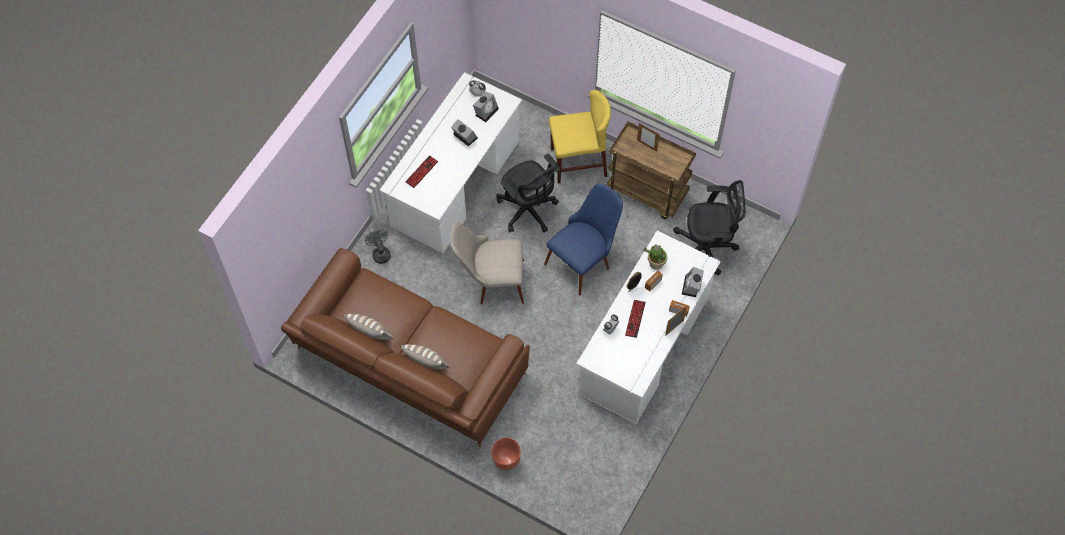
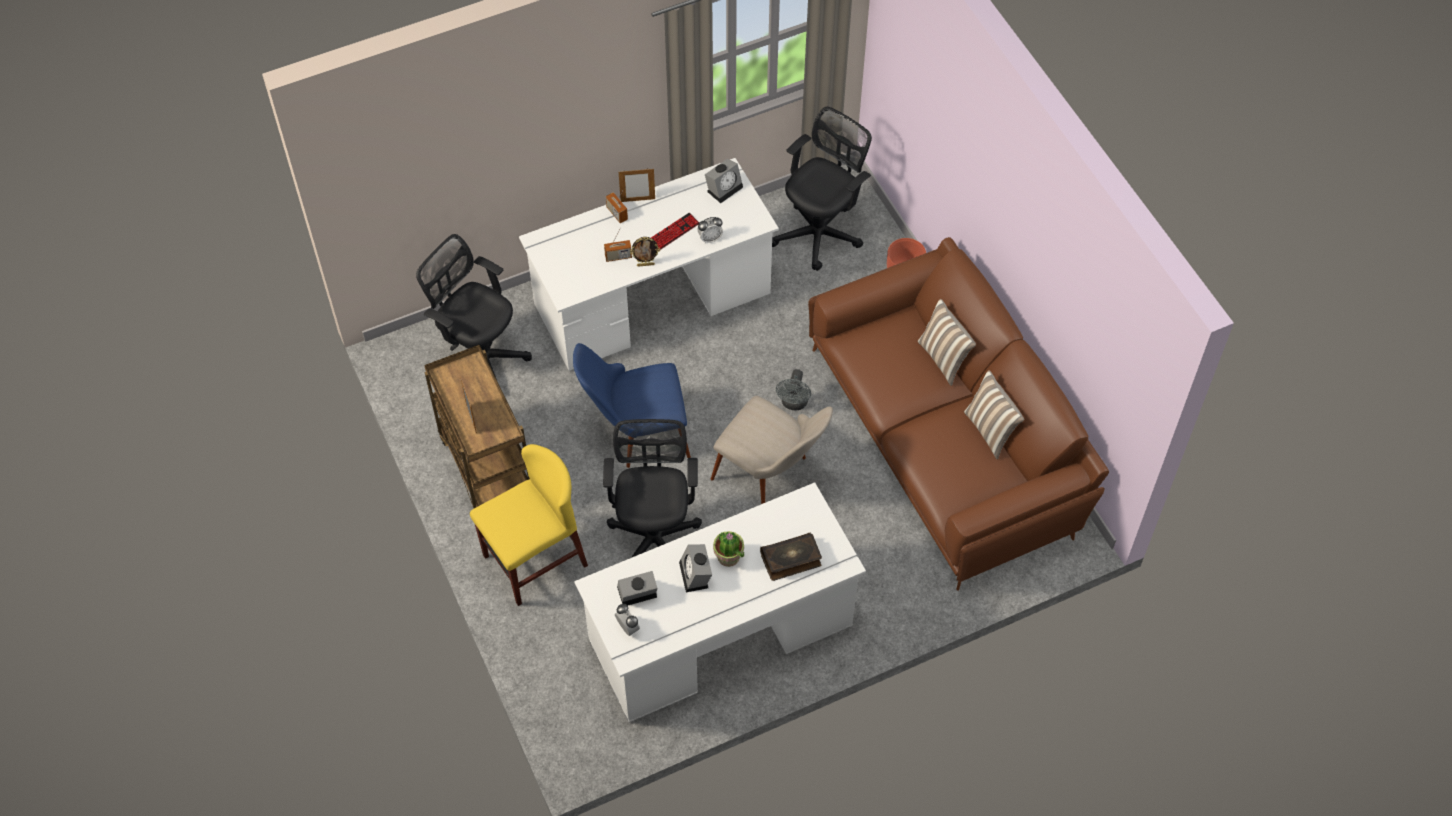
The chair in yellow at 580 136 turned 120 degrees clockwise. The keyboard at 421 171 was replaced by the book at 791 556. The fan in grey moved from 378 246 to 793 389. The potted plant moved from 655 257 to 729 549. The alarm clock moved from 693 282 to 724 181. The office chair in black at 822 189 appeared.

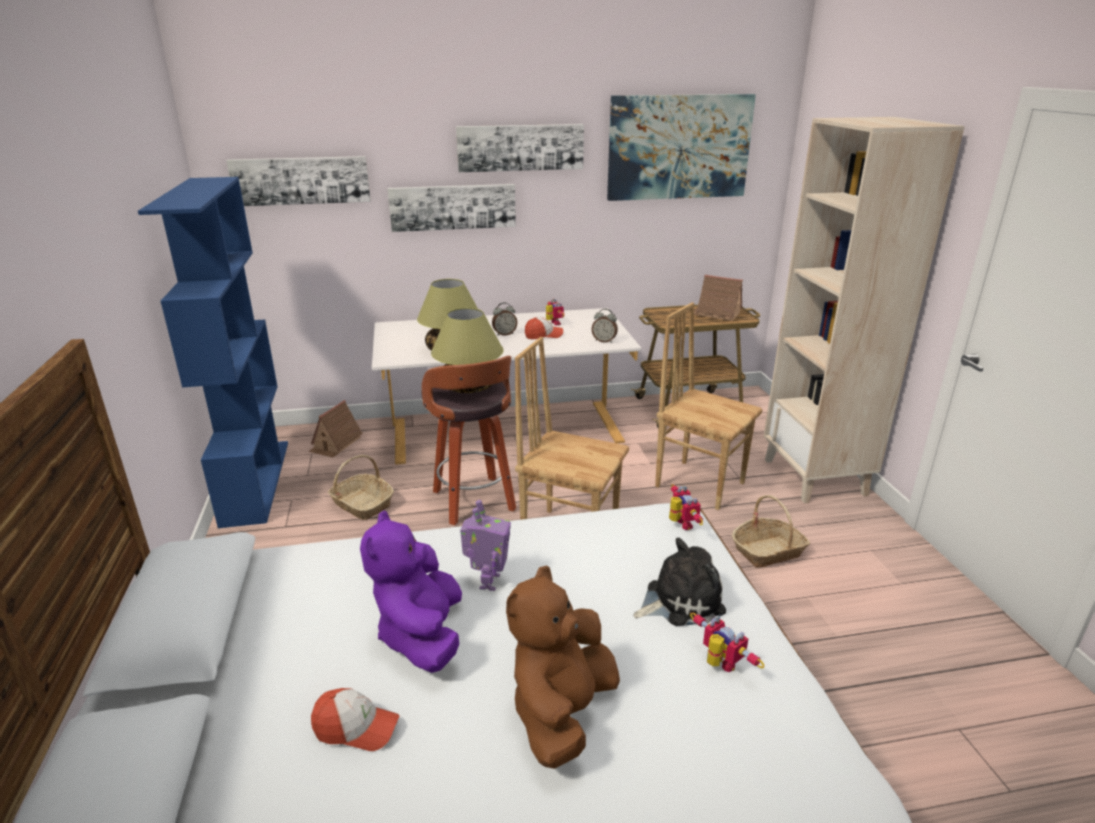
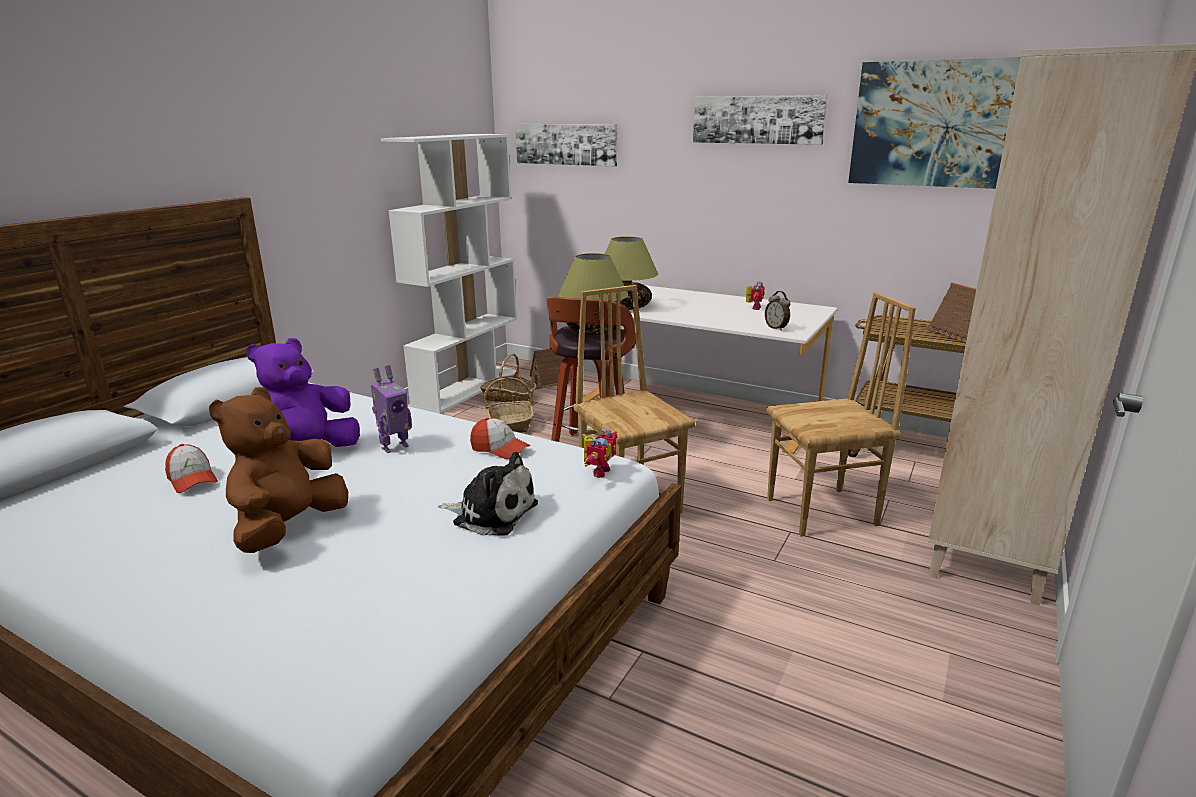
The bookcase in blue at 213 352 became the bookcase in white at 450 274. The picture at 452 208 disappeared. The alarm clock at 504 319 disappeared. The chair in brown at 709 406 turned 90 degrees clockwise. The cap moved from 544 328 to 500 438. The basket moved from 771 531 to 508 377. The plush toy in brown at 563 667 turned 45 degrees counterclockwise. The toy robot at 727 642 disappeared.

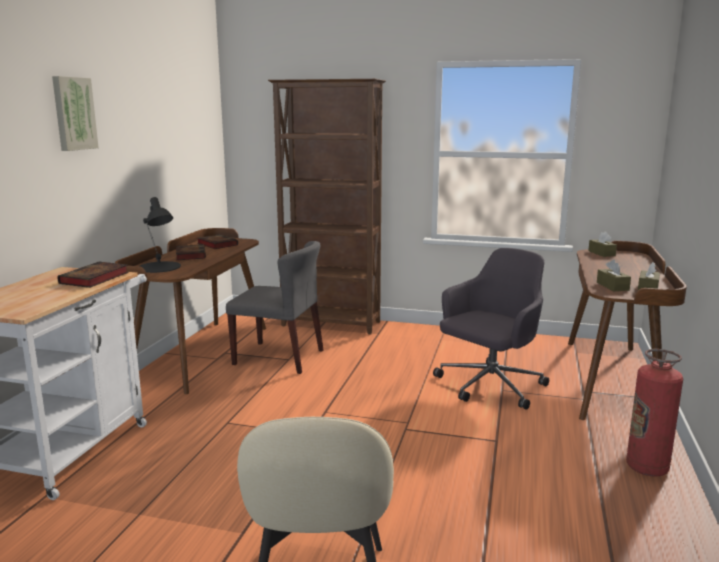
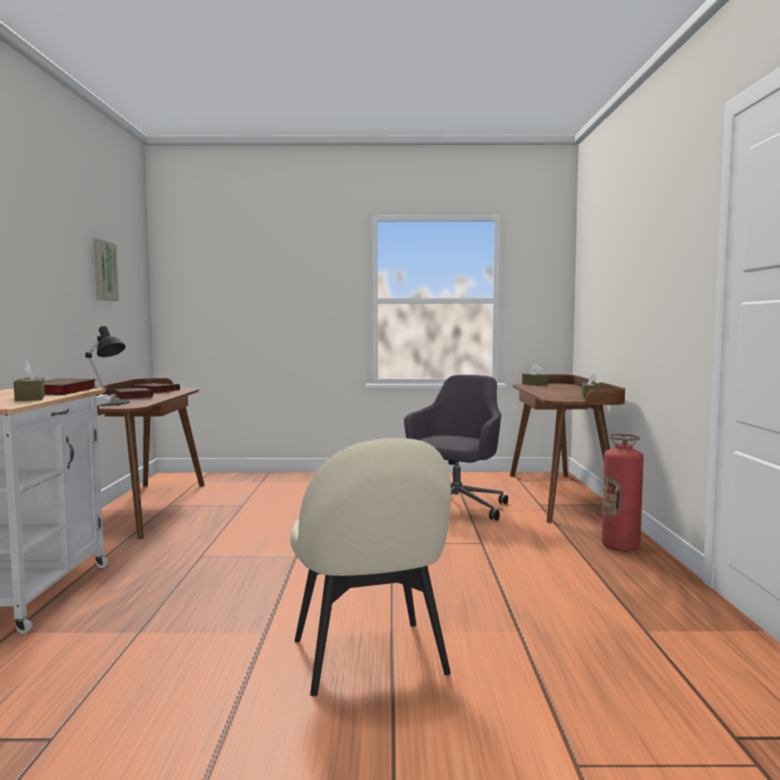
The picture moved from 75 113 to 106 270. The bookcase in brown at 327 207 disappeared. The chair in grey at 275 307 disappeared. The tissue box in brown moved from 614 275 to 29 381.

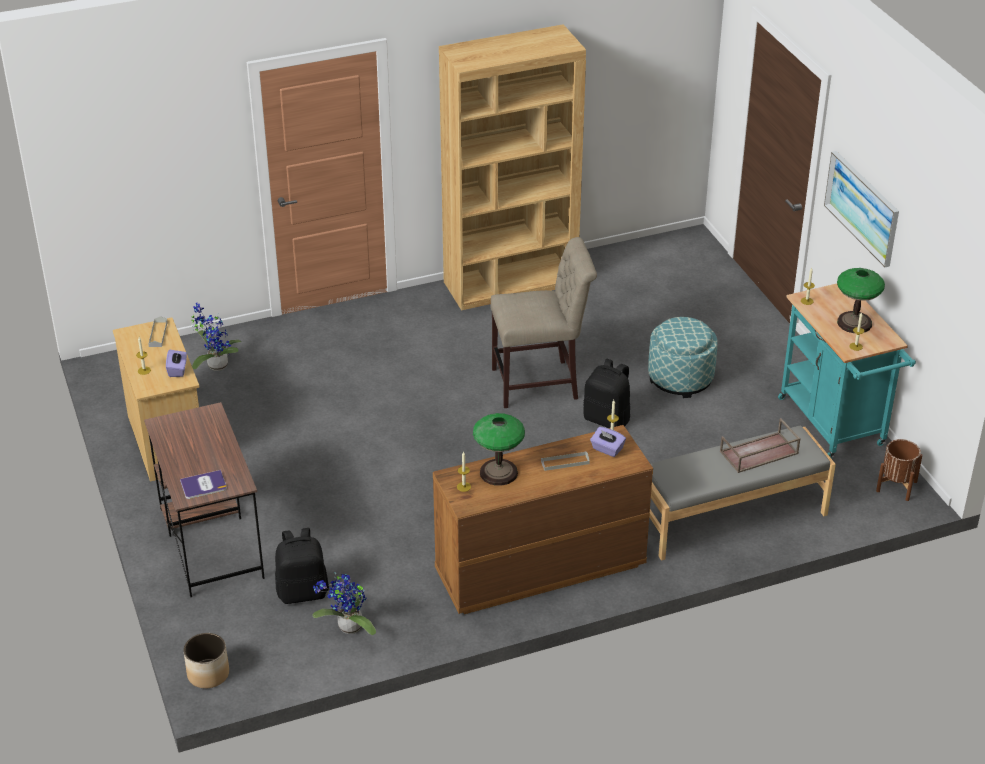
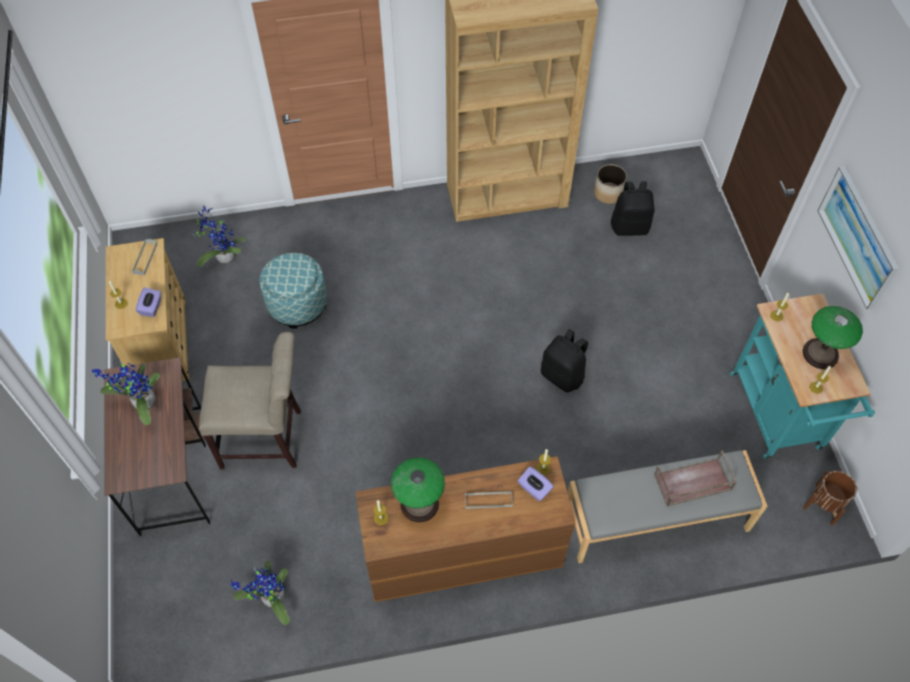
The chair in beige moved from 543 322 to 250 400. The ottoman moved from 683 357 to 293 291. The book at 203 484 disappeared. The backpack in black moved from 302 566 to 633 208. The planter moved from 206 660 to 610 184. The potted plant at 125 392 appeared.

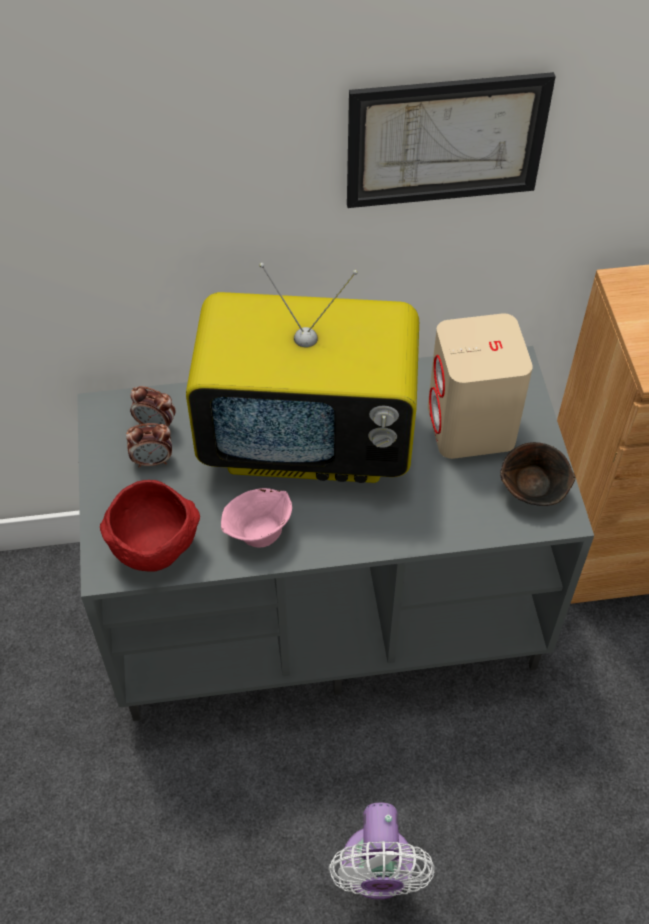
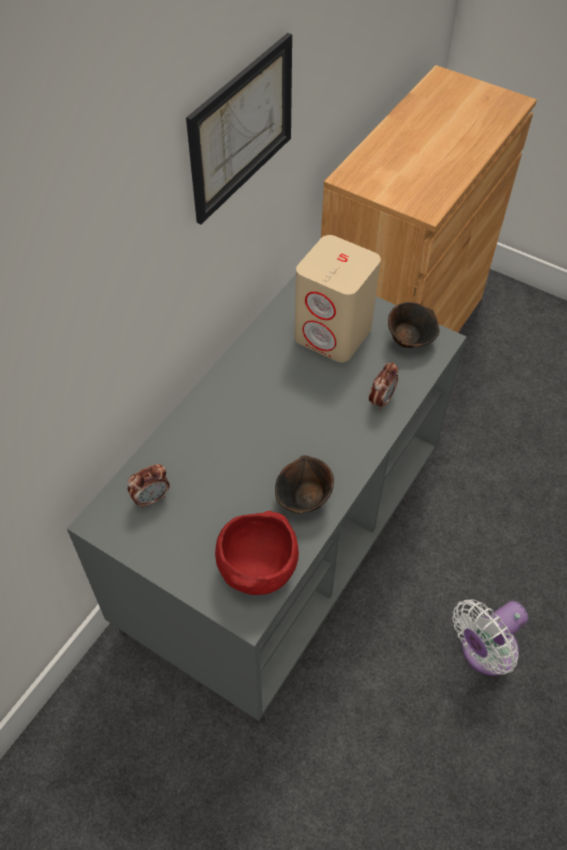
The television at 302 373 disappeared. The alarm clock moved from 149 445 to 383 386. The bowl in pink at 256 518 became the bowl in brown at 304 484. The fan in white at 382 851 turned 105 degrees clockwise.

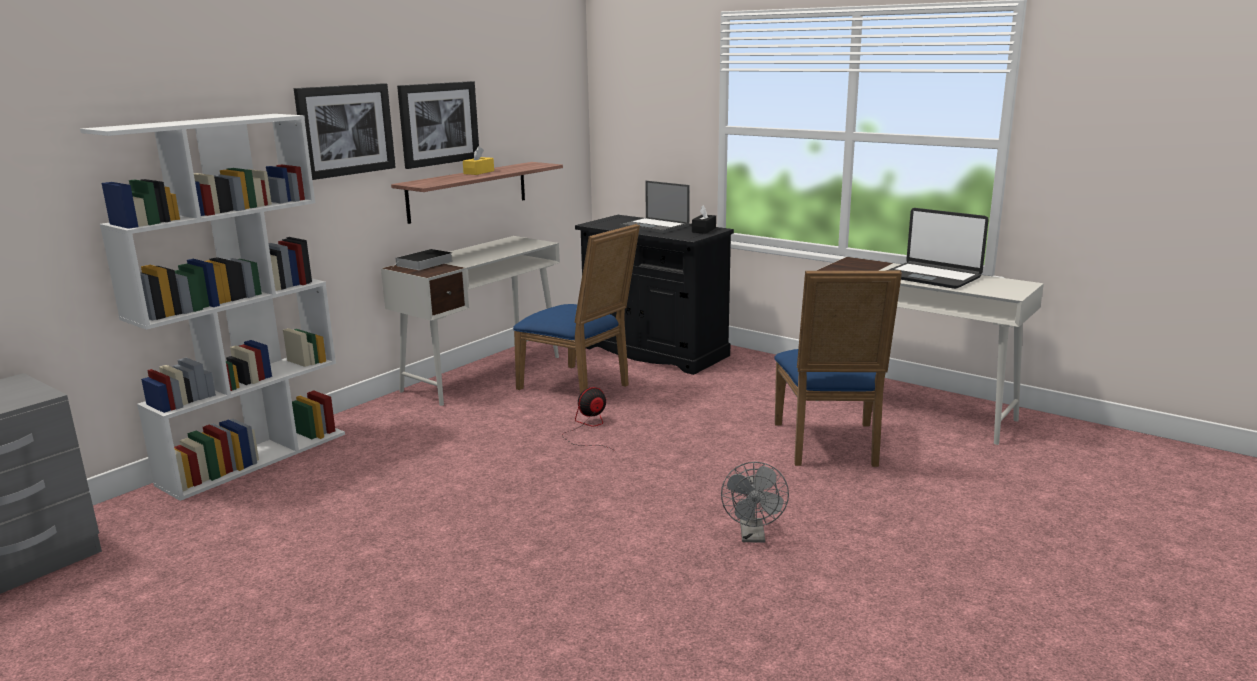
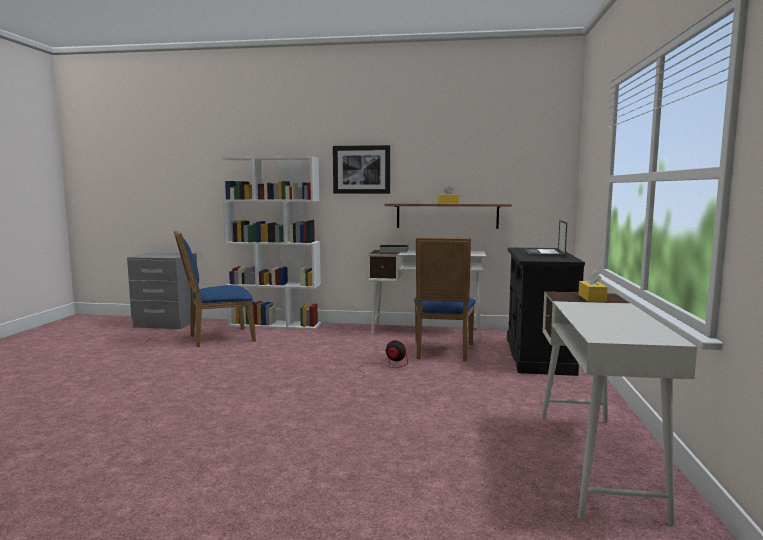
The picture at 438 125 disappeared. The tissue box in black at 704 219 disappeared. The laptop at 937 248 disappeared. The chair in blue moved from 838 369 to 214 288. The fan in grey at 755 502 disappeared. The tissue box in yellow at 593 286 appeared.

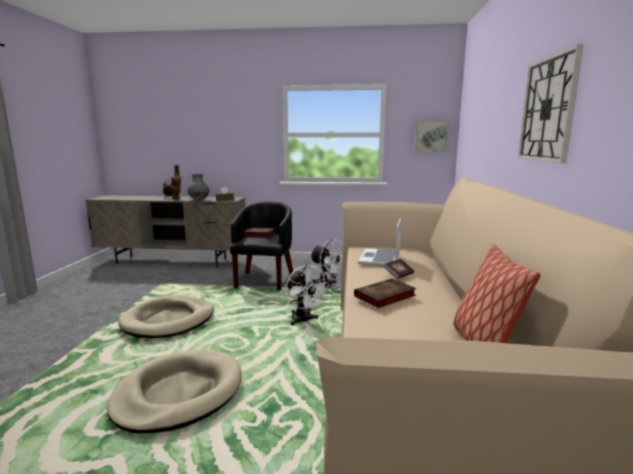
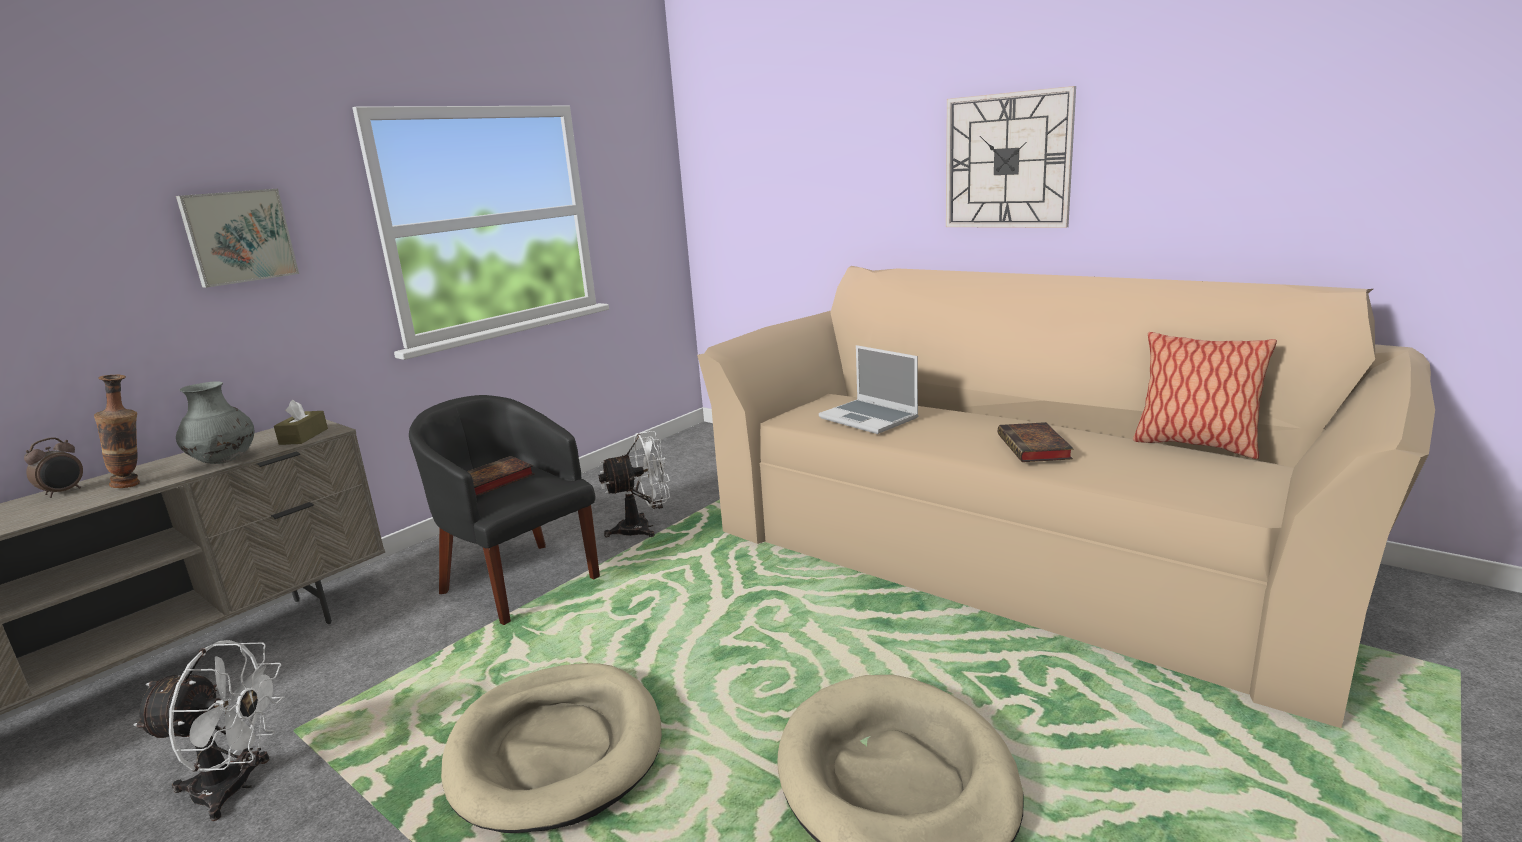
The picture moved from 431 136 to 237 238. The book at 399 269 disappeared. The fan in white moved from 307 295 to 209 730.

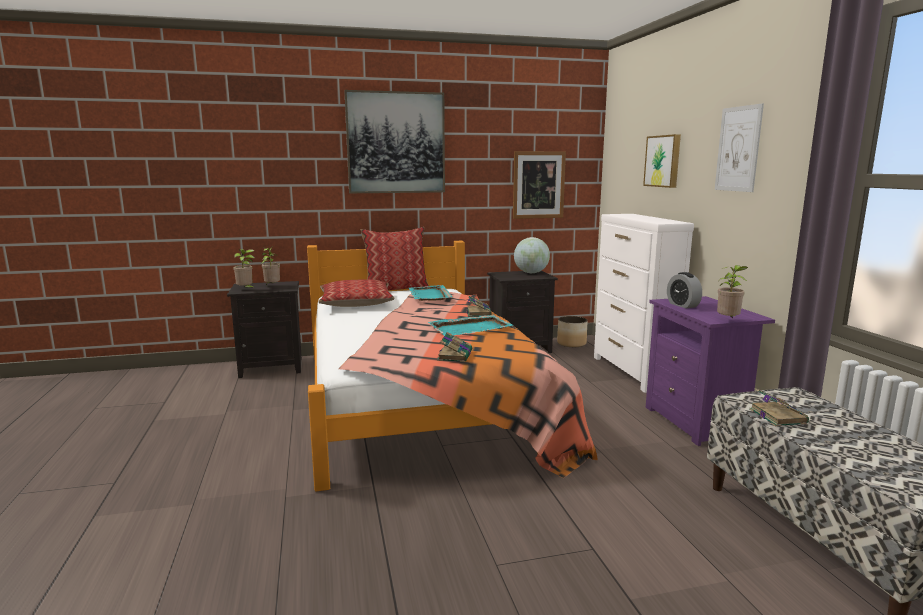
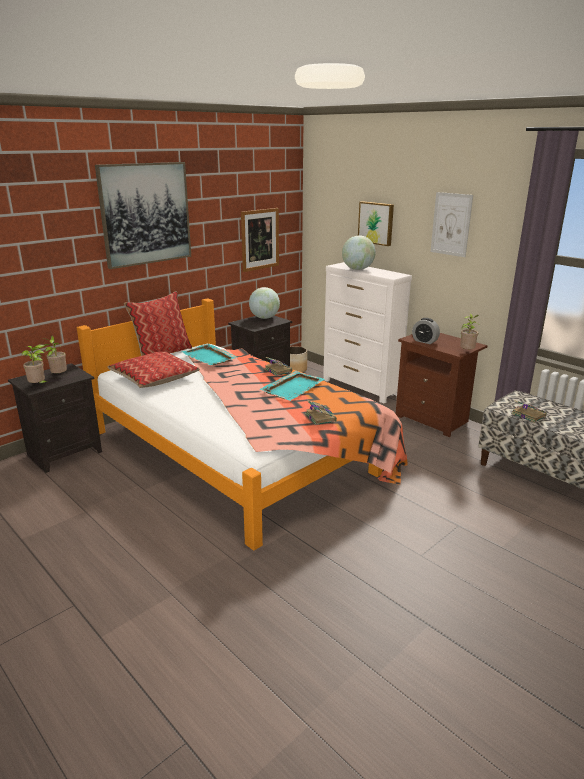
The nightstand in purple at 710 371 became the nightstand in brown at 442 385. The globe at 358 252 appeared.

